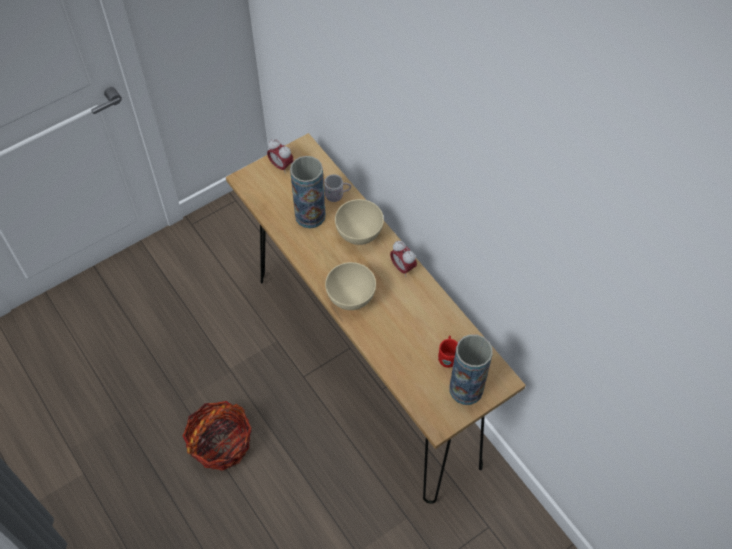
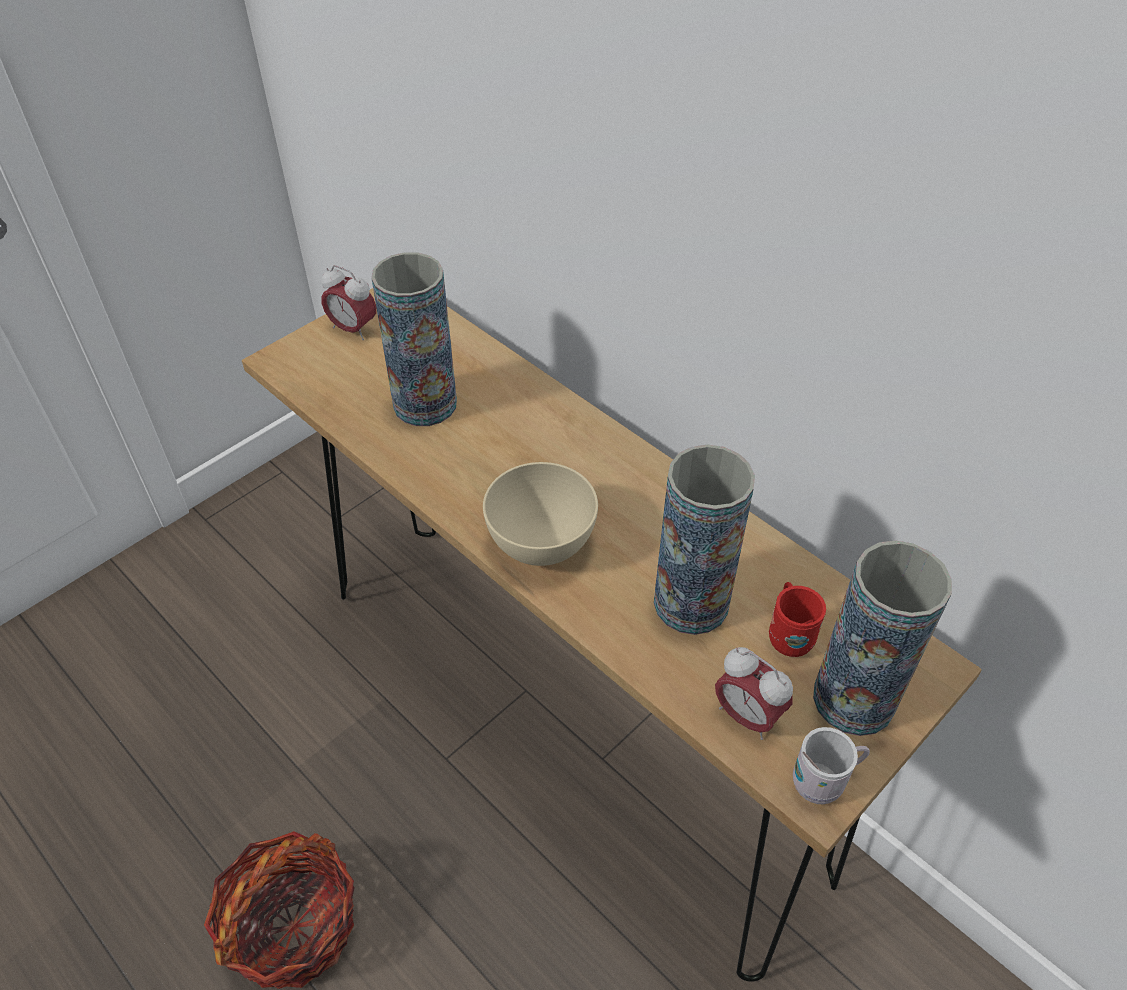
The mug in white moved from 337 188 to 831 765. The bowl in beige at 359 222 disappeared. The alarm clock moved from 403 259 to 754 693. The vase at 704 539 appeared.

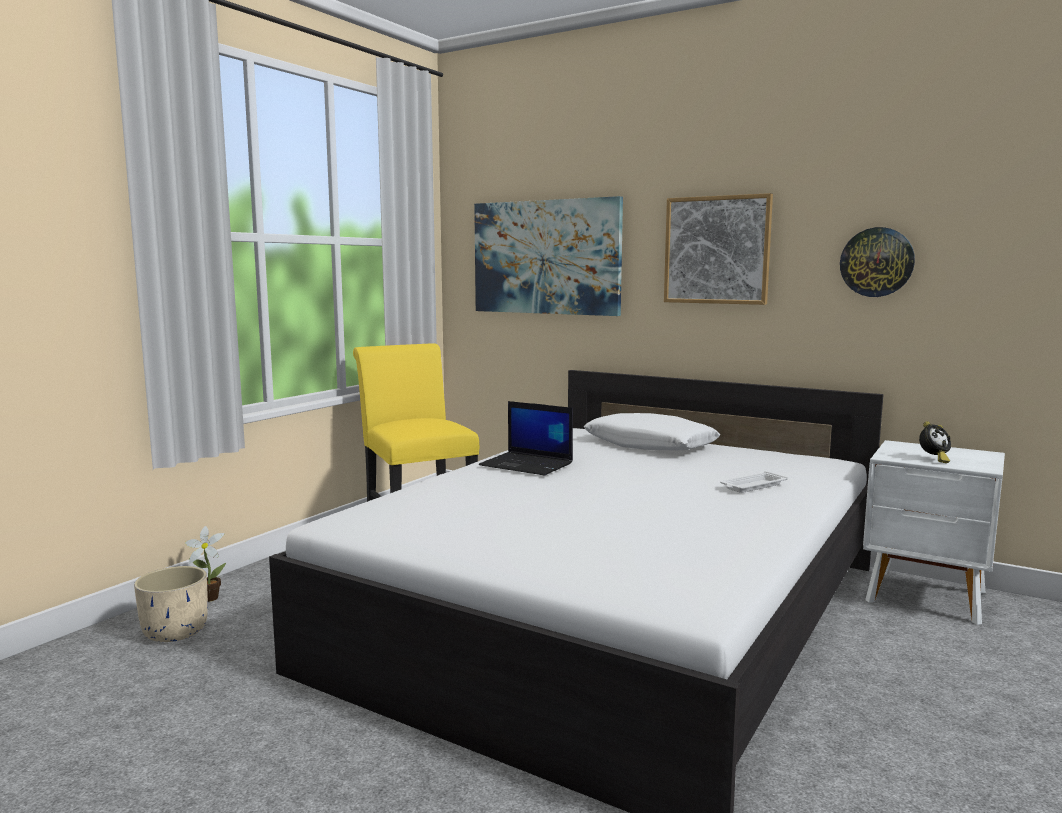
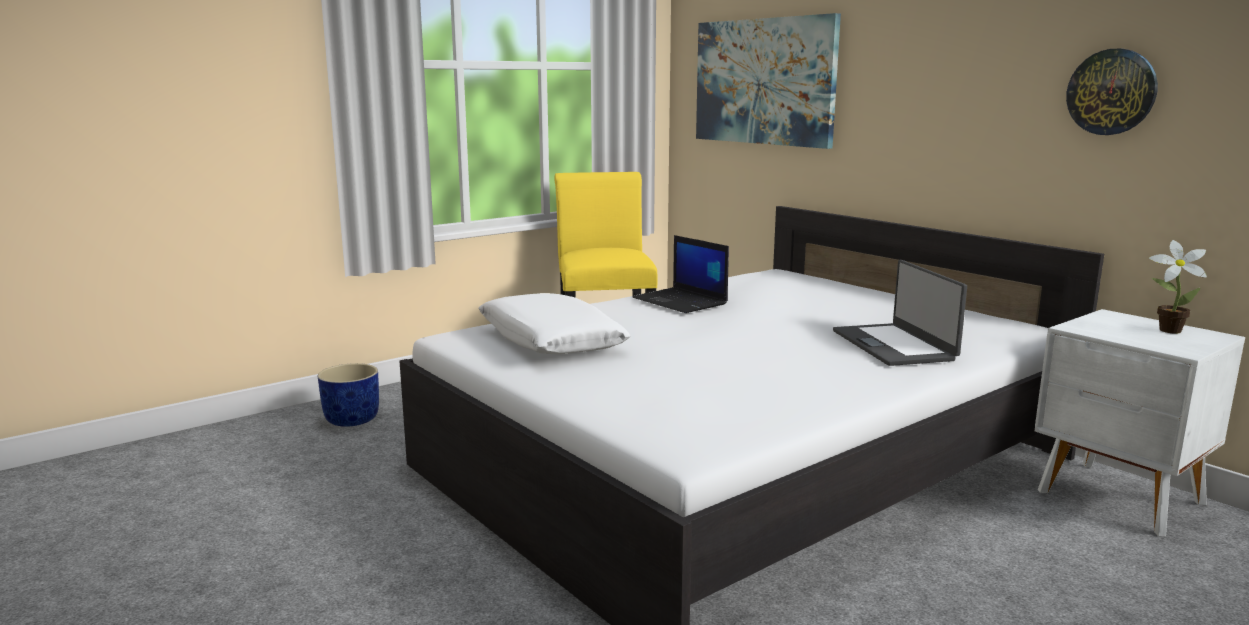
The picture at 718 249 disappeared. The pillow in white moved from 652 431 to 554 324. The alarm clock at 935 442 disappeared. The tray in white at 754 482 was replaced by the laptop at 900 313. The potted plant moved from 205 564 to 1178 287. The planter in beige at 171 604 became the planter in blue at 348 395.

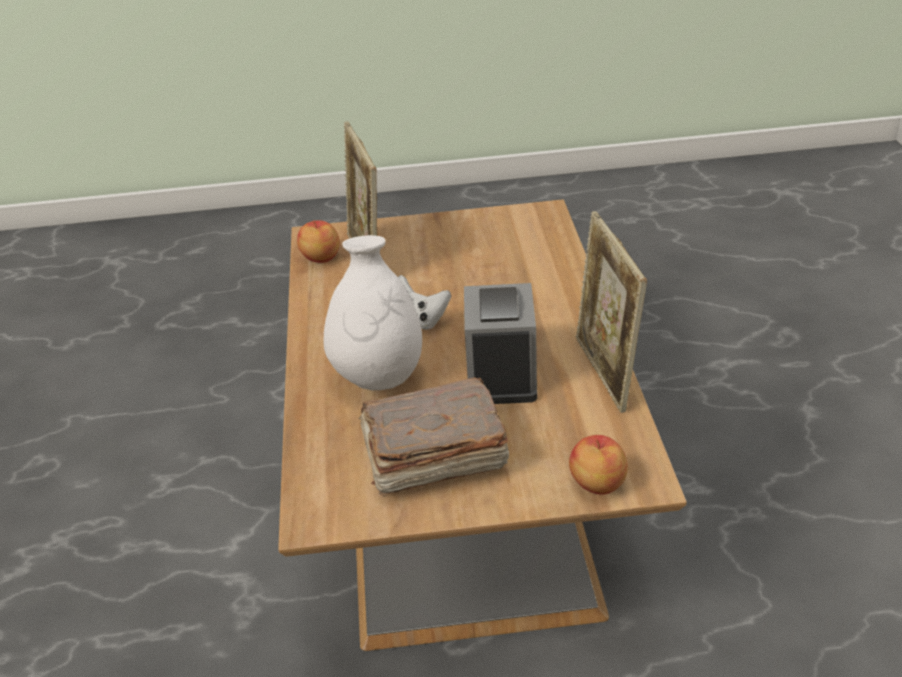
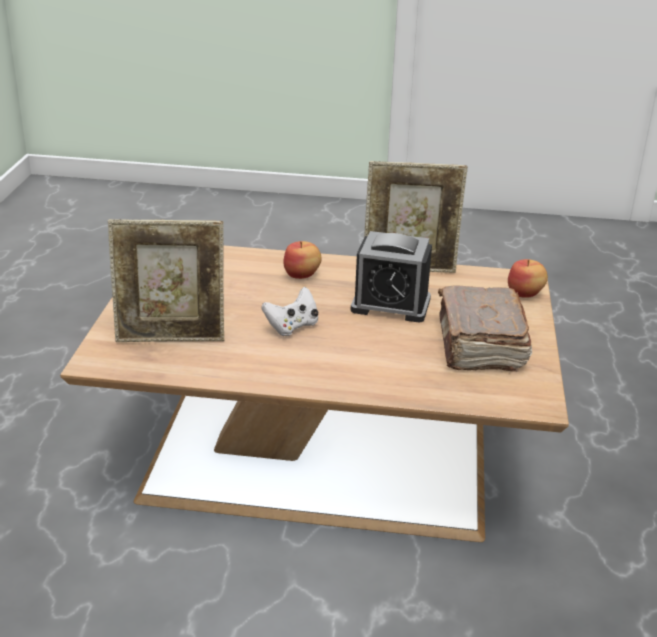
The apple moved from 318 241 to 302 260. The vase in white at 372 312 disappeared.

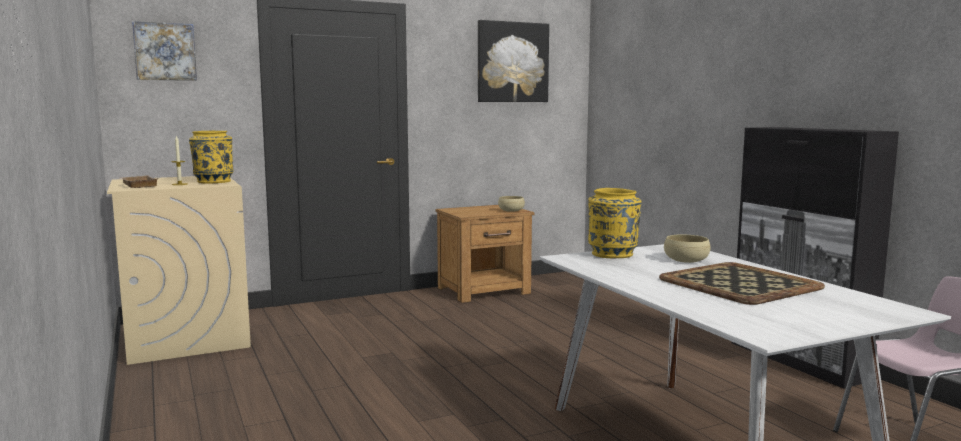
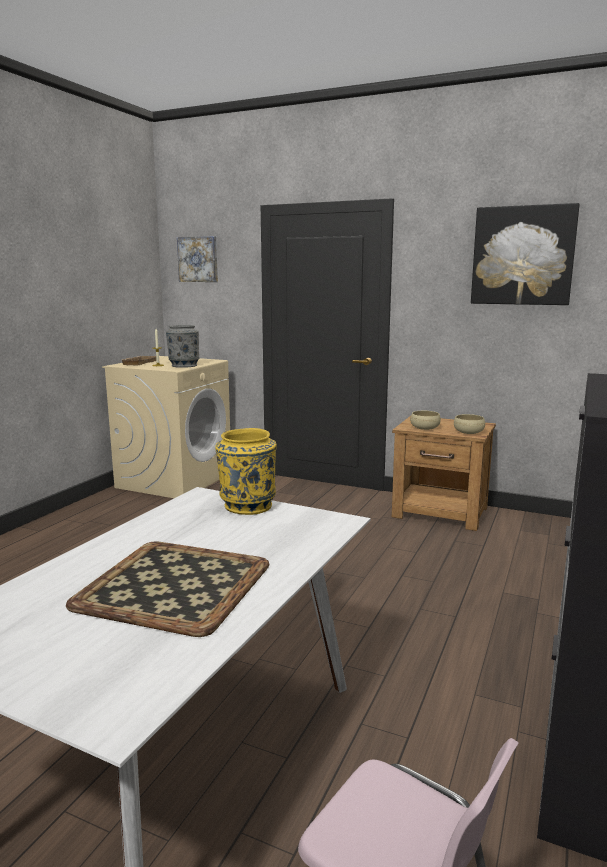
The vase in yellow at 211 157 became the vase in grey at 182 346. The bowl in beige moved from 687 249 to 425 420.

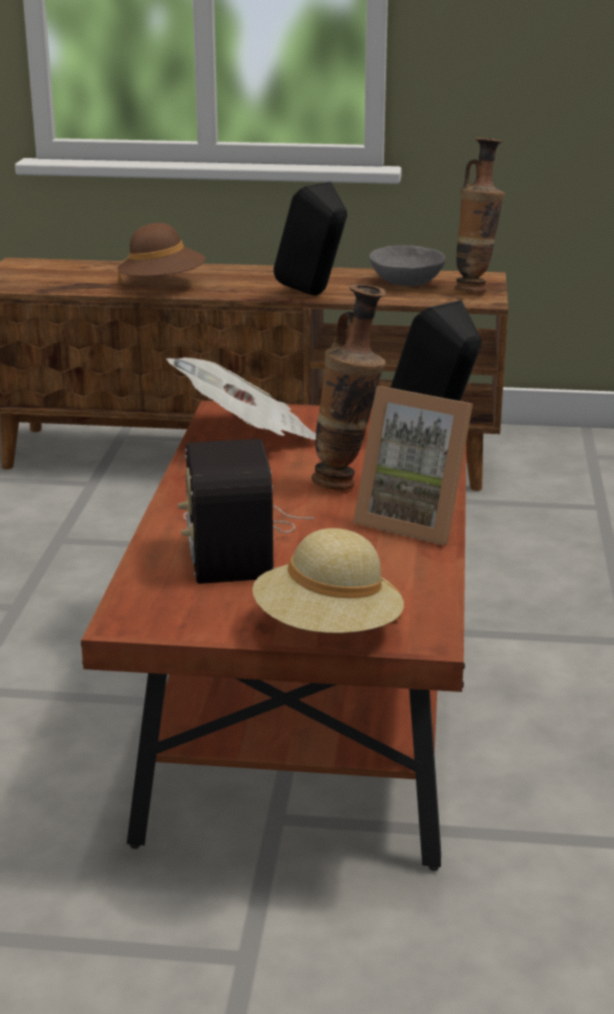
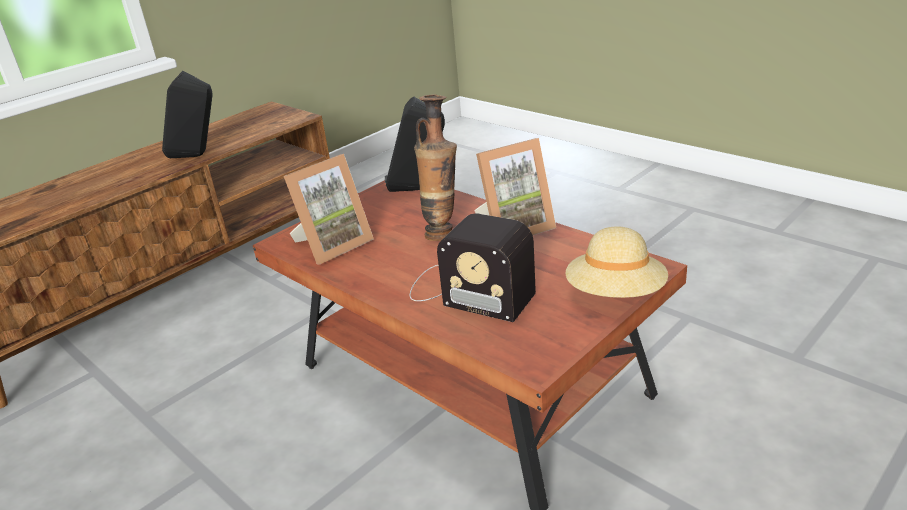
The vase at 479 215 disappeared. The hat in brown at 161 253 disappeared. The bowl in grey at 407 265 disappeared. The newspaper at 241 398 was replaced by the picture frame at 329 209.

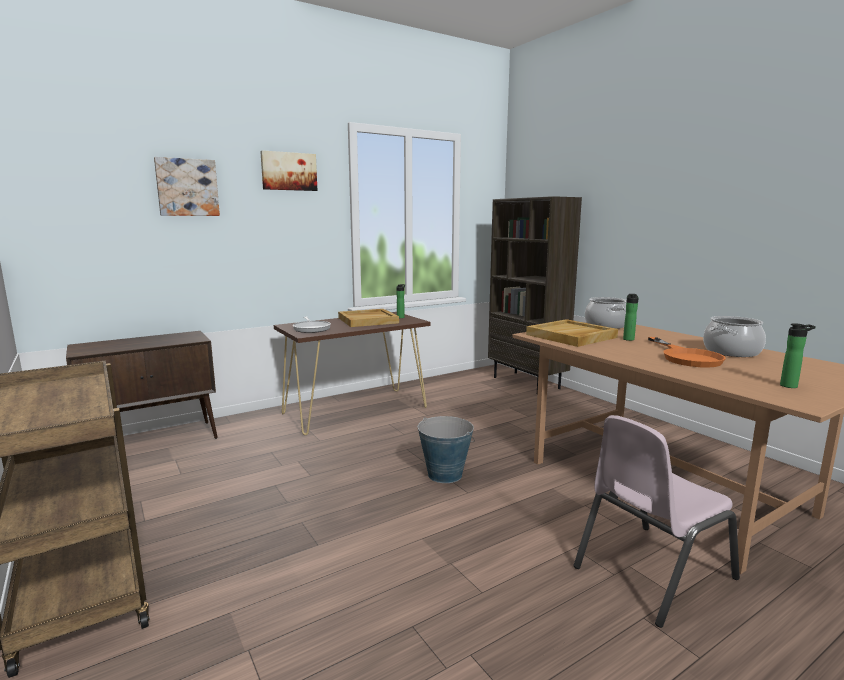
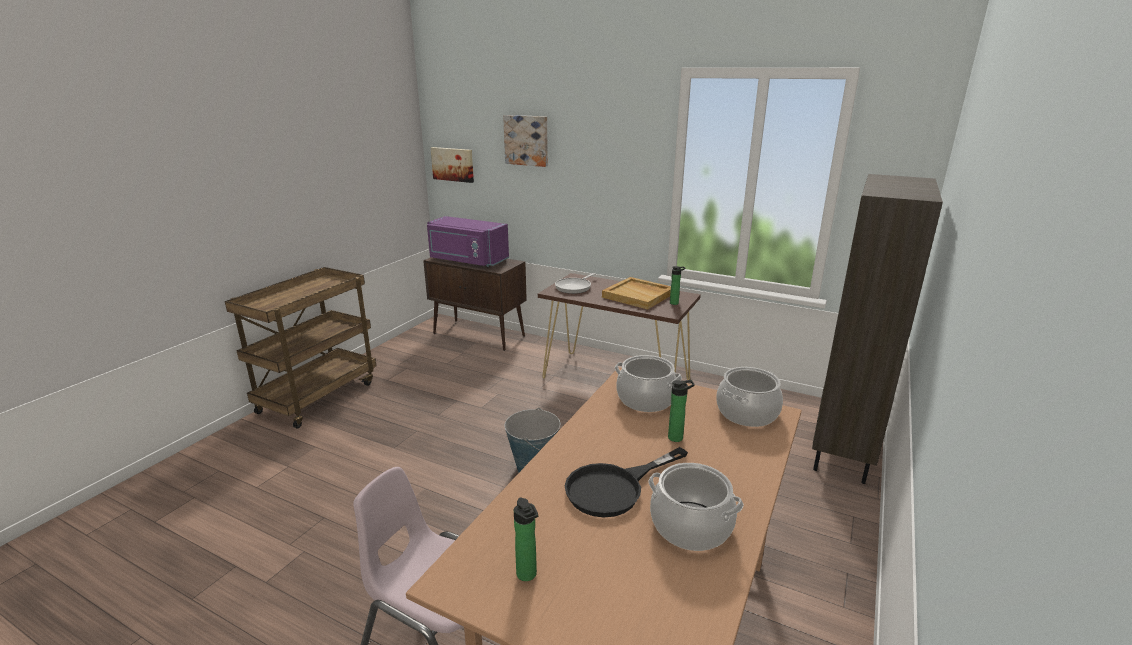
The picture moved from 289 170 to 452 165. The tray in beige at 572 333 was replaced by the cooking pot at 648 383. The frying pan in orange at 687 352 became the frying pan in black at 626 482. The microwave in purple at 468 241 appeared.

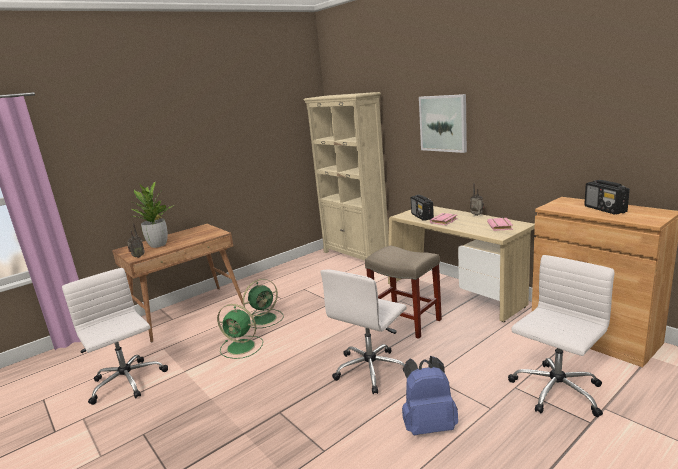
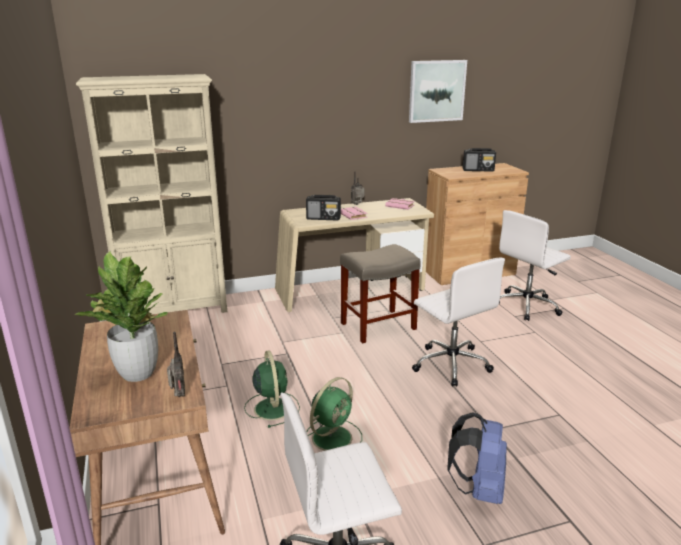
The picture moved from 443 123 to 438 91. The office chair in white at 561 336 turned 105 degrees counterclockwise. The backpack in blue moved from 430 395 to 477 458.

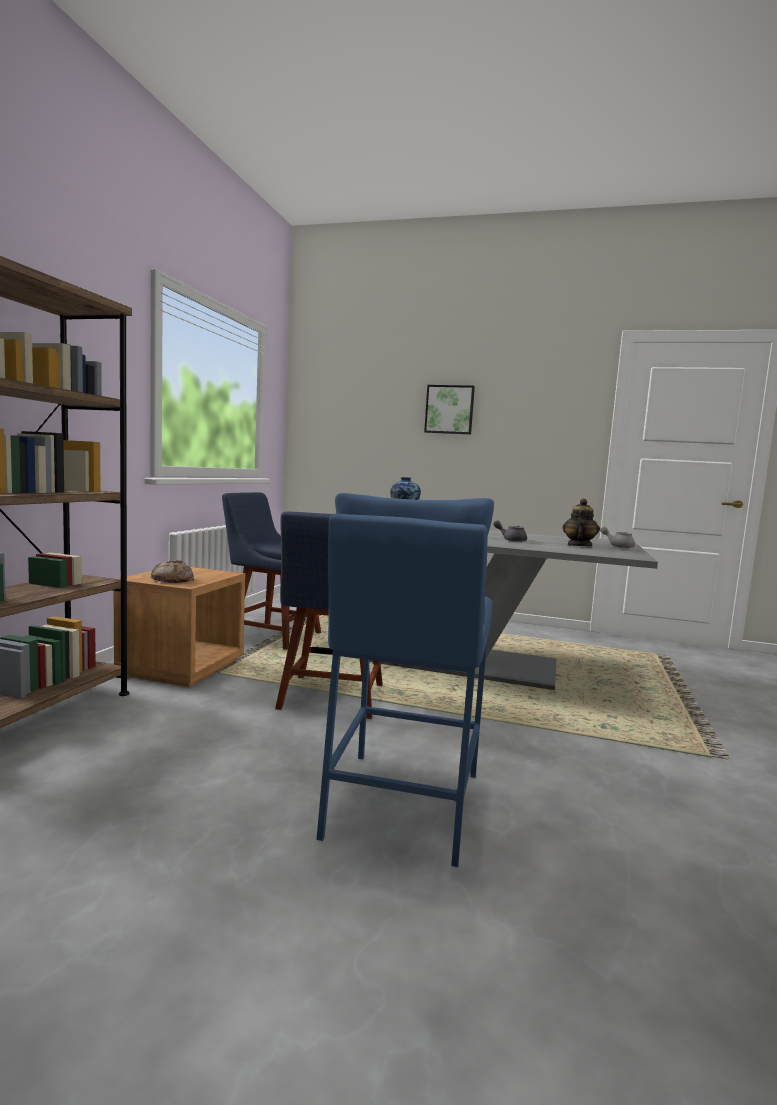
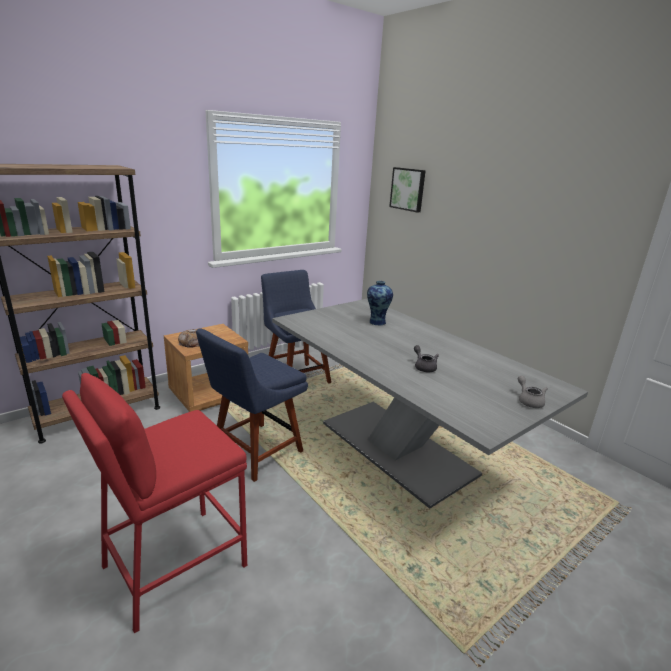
The picture moved from 449 409 to 407 189. The stool in blue at 405 680 became the stool in red at 155 503. The teapot at 581 522 disappeared.

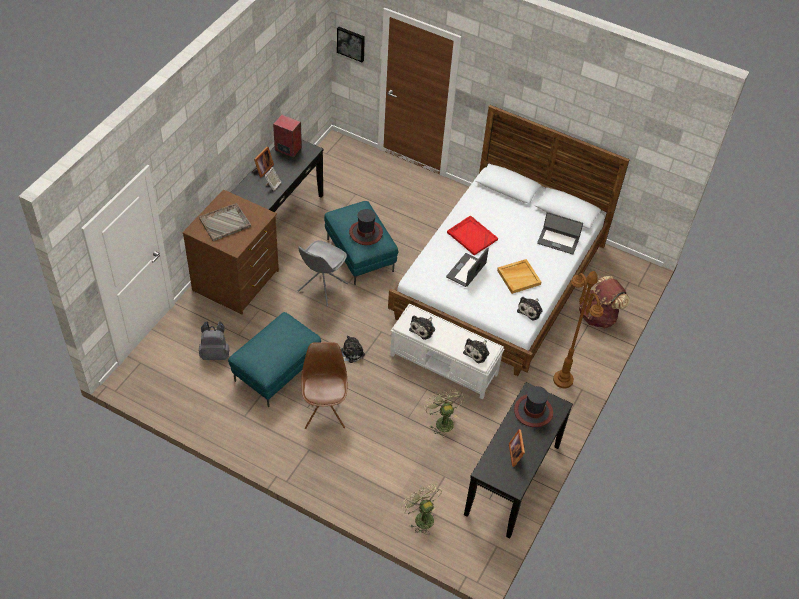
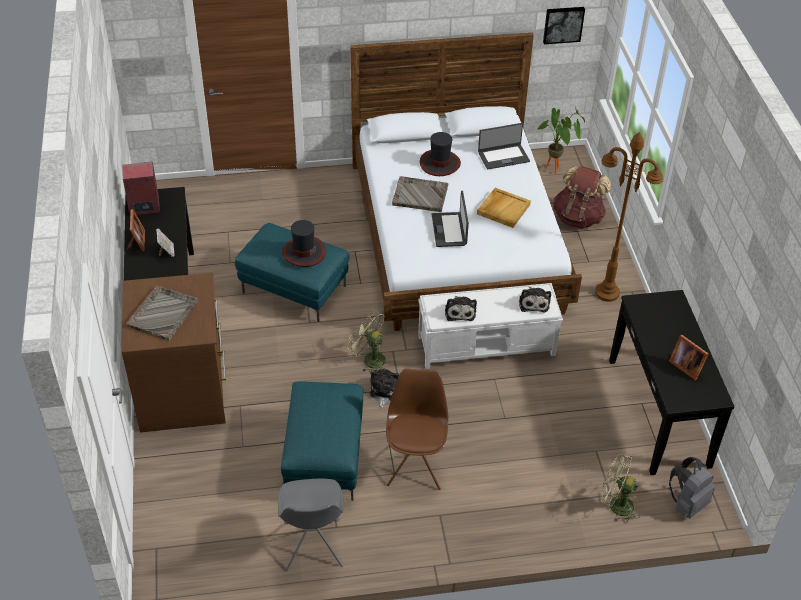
The picture moved from 351 44 to 564 25. The tray in red at 472 235 became the tray in grey at 420 194. The chair in grey moved from 323 273 to 311 525. The plush toy at 530 309 disappeared. The backpack in grey moved from 214 340 to 692 487. The chair in brown at 324 385 turned 45 degrees clockwise. The hat moved from 533 406 to 440 154. The fan in green moved from 444 413 to 366 342. The potted plant at 561 141 appeared.

